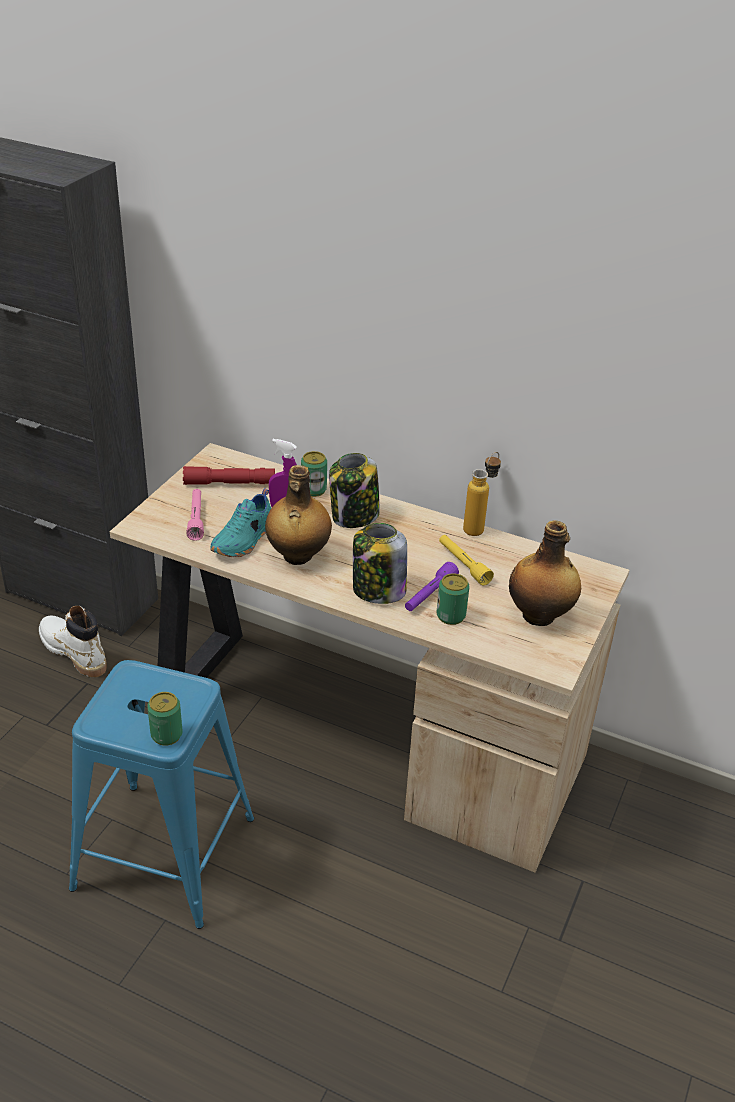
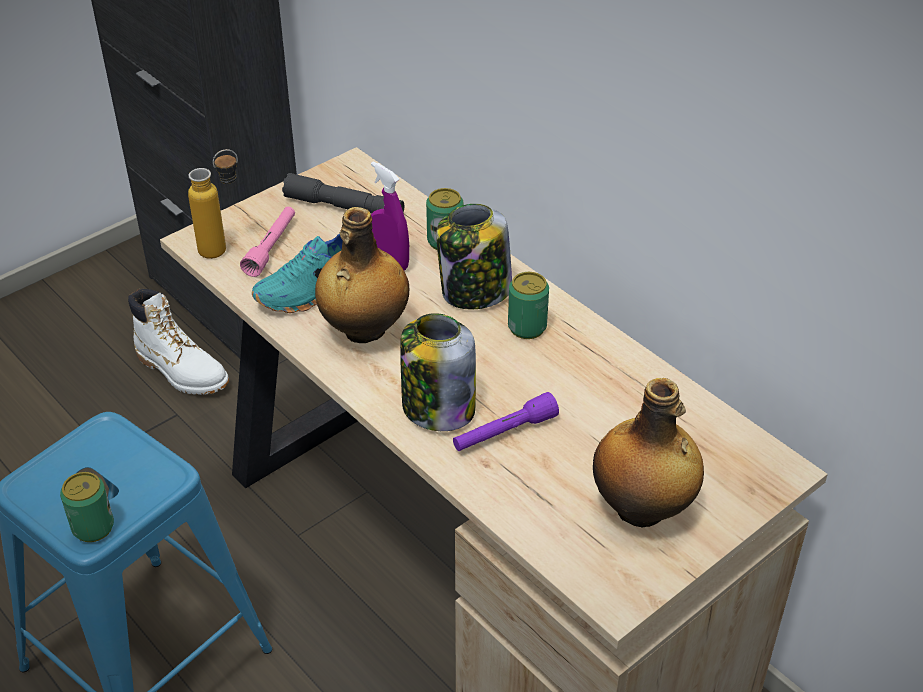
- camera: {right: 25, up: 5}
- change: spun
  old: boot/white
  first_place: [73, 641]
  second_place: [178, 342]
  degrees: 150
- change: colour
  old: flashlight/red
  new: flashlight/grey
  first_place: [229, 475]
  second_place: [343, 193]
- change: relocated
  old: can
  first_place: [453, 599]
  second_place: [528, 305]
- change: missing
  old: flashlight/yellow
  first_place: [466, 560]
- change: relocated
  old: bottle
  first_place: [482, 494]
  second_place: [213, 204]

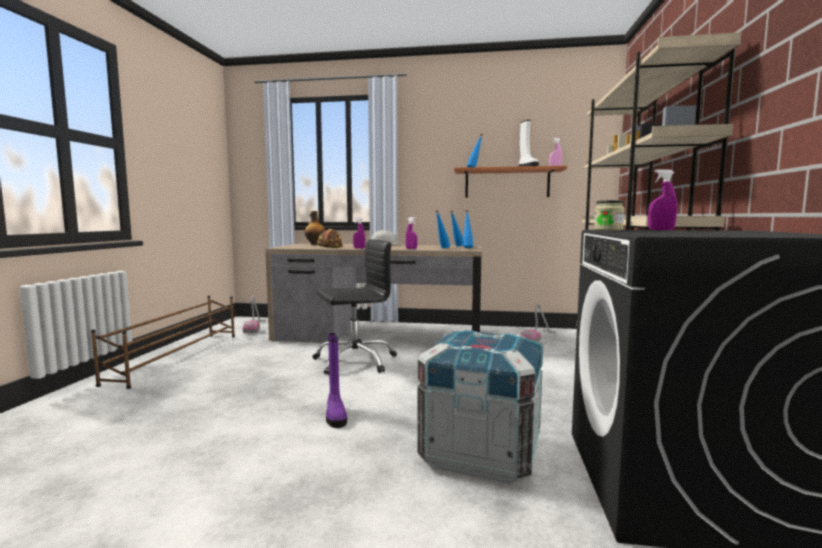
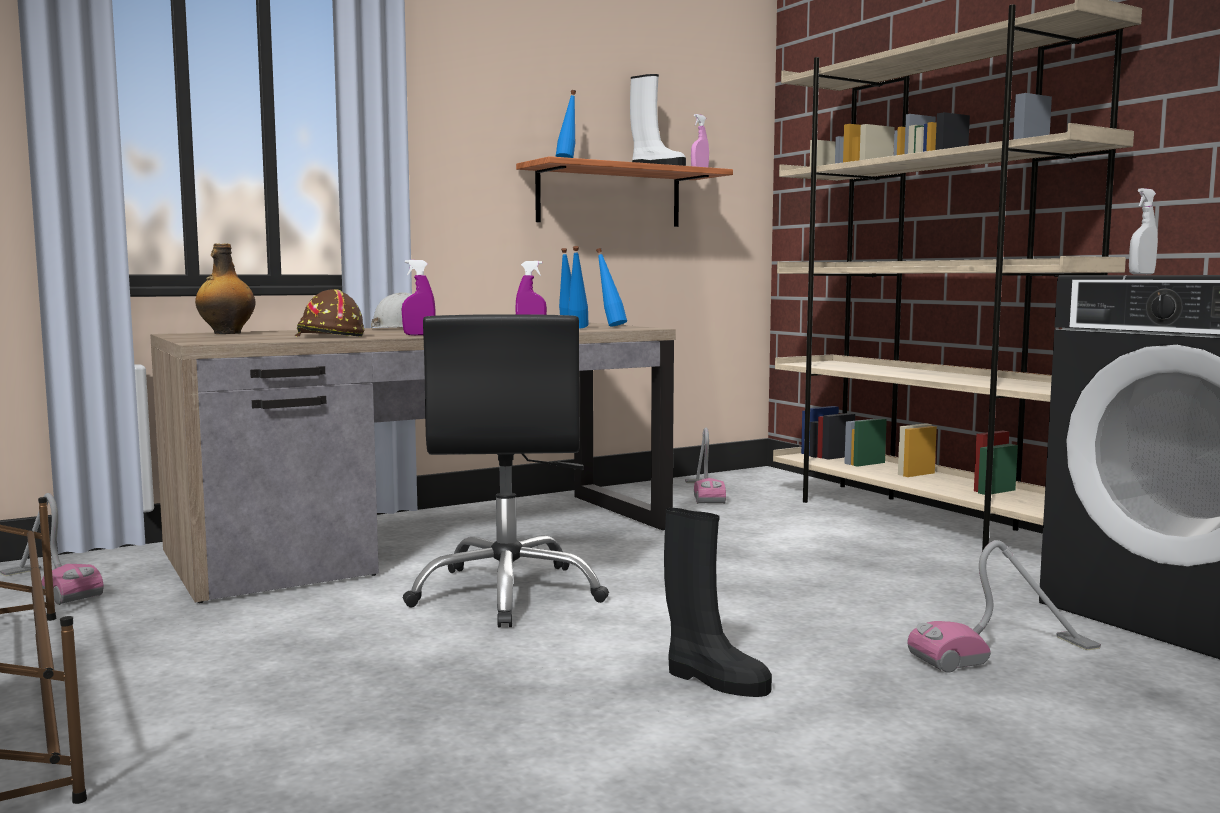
- camera: {right: -40, up: 0}
- change: spun
  old: office chair/black
  first_place: [354, 307]
  second_place: [506, 471]
  degrees: 150
- change: colour
  old: boot/purple
  new: boot/black
  first_place: [336, 380]
  second_place: [718, 602]
- change: exchanged
  old: crate
  new: vacuum cleaner
  first_place: [480, 406]
  second_place: [1004, 606]
- change: missing
  old: jar
  first_place: [609, 215]
- change: colour
  old: spray bottle/purple
  new: spray bottle/white
  first_place: [662, 199]
  second_place: [1143, 231]

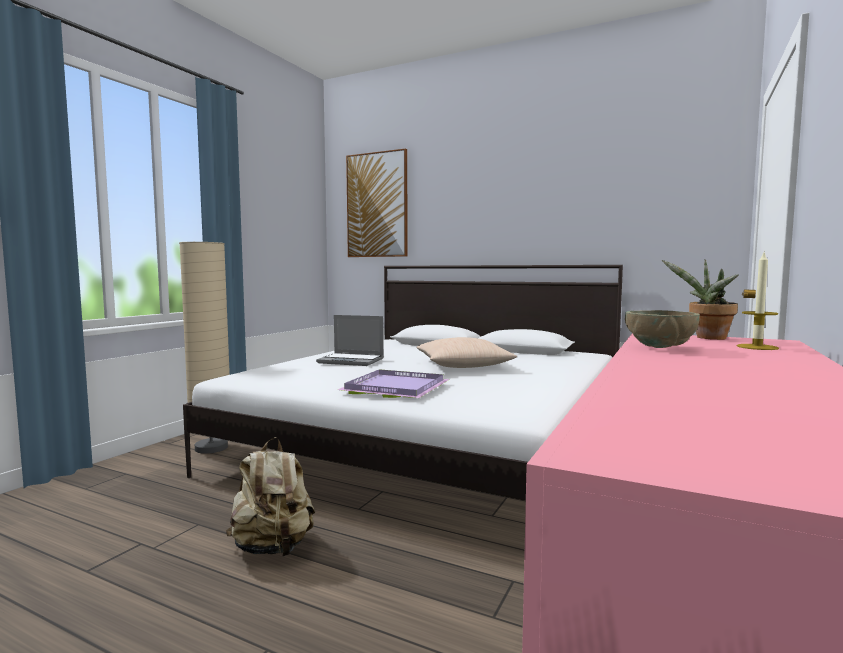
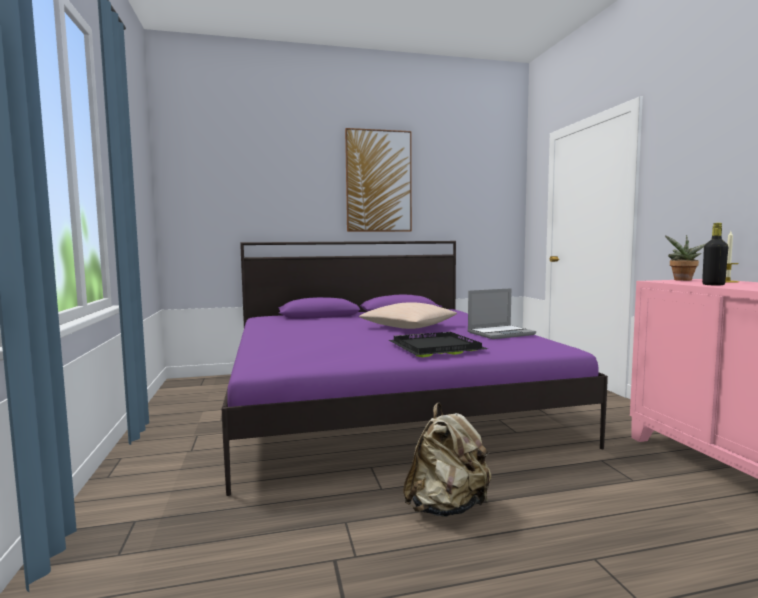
- camera: {right: -40, up: 0}
- change: missing
  old: floor lamp/beige
  first_place: [204, 348]
- change: colour
  old: bed/white
  new: bed/purple
  first_place: [403, 383]
  second_place: [414, 368]
- change: relocated
  old: laptop
  first_place: [350, 340]
  second_place: [501, 313]
- change: colour
  old: tray/purple
  new: tray/black
  first_place: [394, 383]
  second_place: [438, 344]
- change: relocated
  old: picture
  first_place: [377, 203]
  second_place: [378, 180]
- change: exchanged
  old: bowl/beige
  new: bottle/black
  first_place: [662, 329]
  second_place: [715, 254]

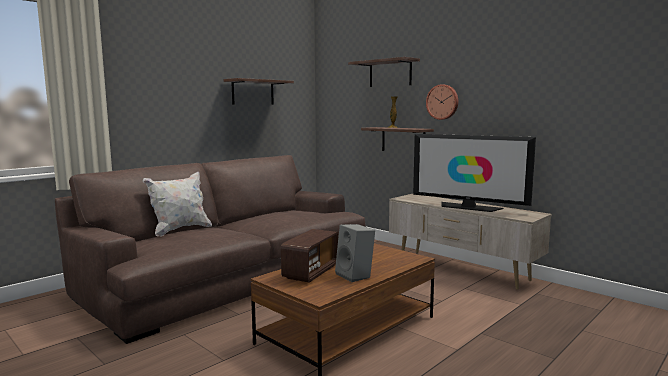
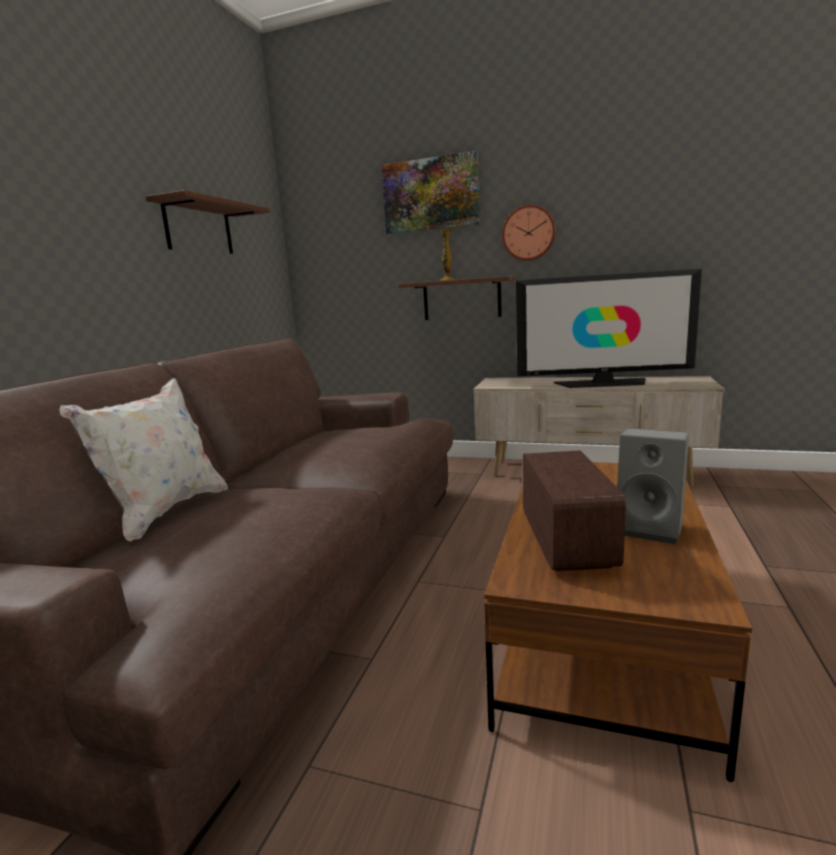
- camera: {right: -25, up: 5}
- change: exchanged
  old: shelf
  new: picture
  first_place: [384, 72]
  second_place: [430, 192]

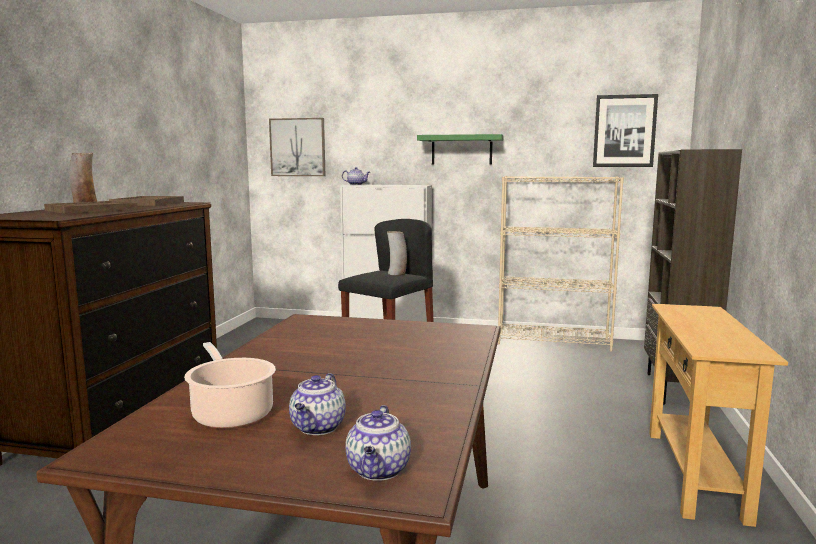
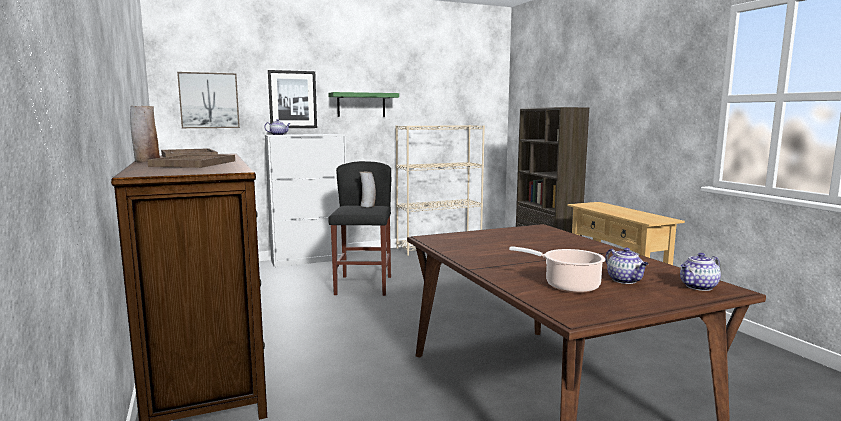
- camera: {right: -35, up: 0}
- change: spun
  old: teapot
  first_place: [378, 443]
  second_place: [700, 272]
  degrees: 90
- change: relocated
  old: picture
  first_place: [625, 130]
  second_place: [292, 99]

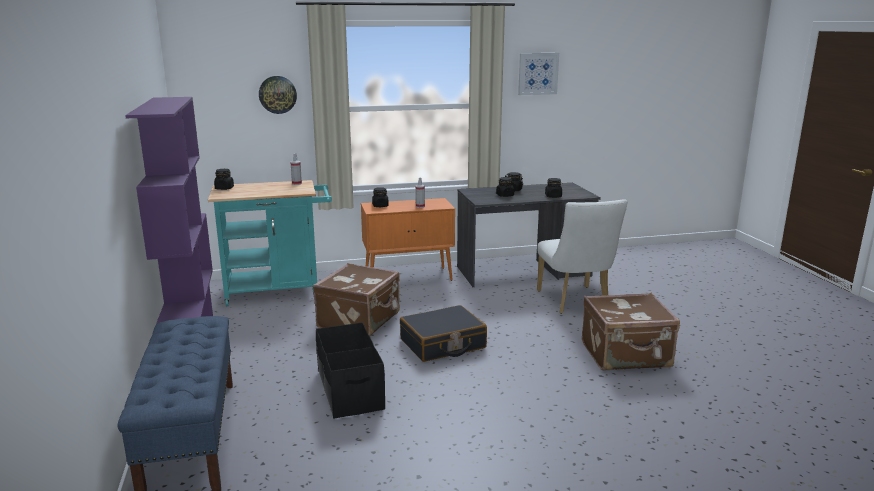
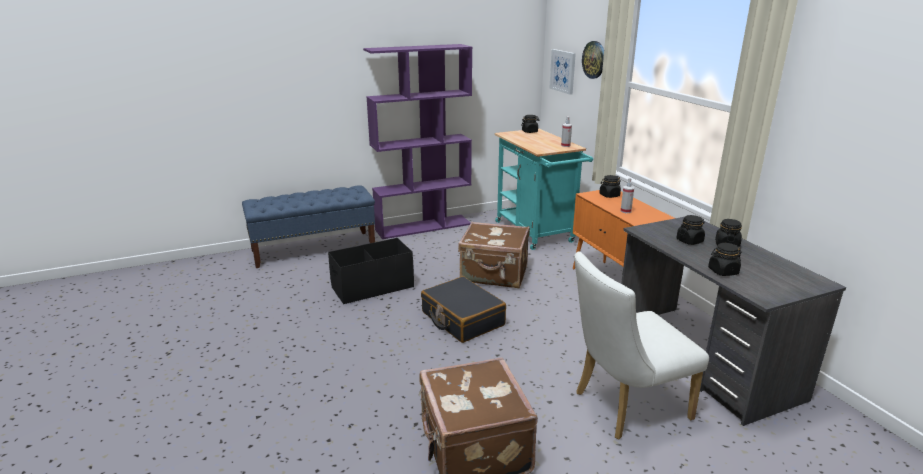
- camera: {right: 80, up: 5}
- change: relocated
  old: picture
  first_place: [538, 74]
  second_place: [562, 72]

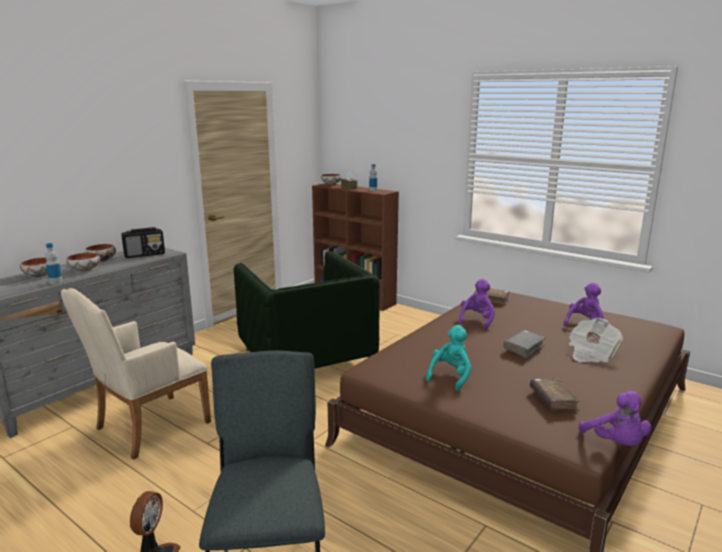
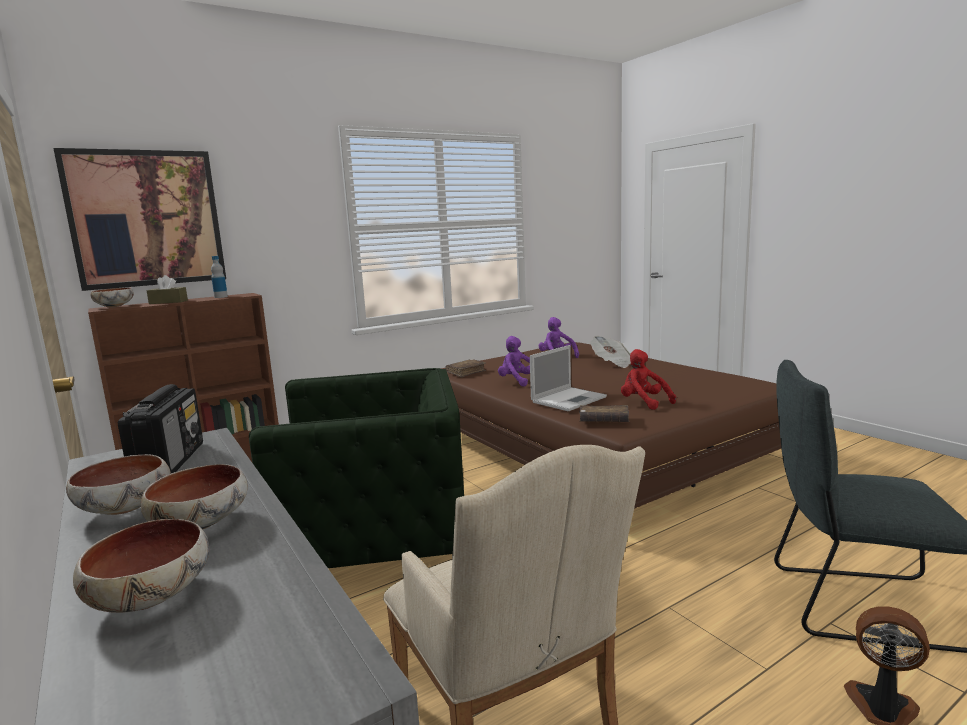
- camera: {right: -70, up: -5}
- change: missing
  old: bottle
  first_place: [54, 263]
- change: colour
  old: plush toy/turquoise
  new: plush toy/red
  first_place: [448, 358]
  second_place: [648, 379]
- change: missing
  old: book/grey
  first_place: [524, 344]
- change: relocated
  old: book/brown
  first_place: [555, 394]
  second_place: [604, 413]
- change: missing
  old: plush toy/purple
  first_place: [615, 418]
- change: appeared
  new: picture
  second_place: [139, 219]
- change: appeared
  new: laptop
  second_place: [568, 378]

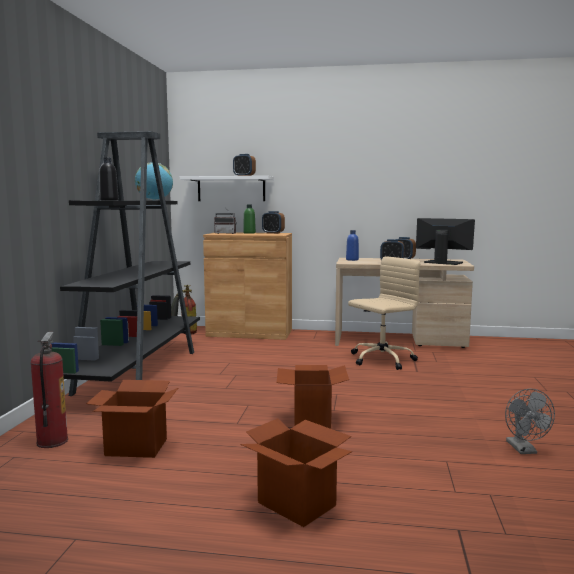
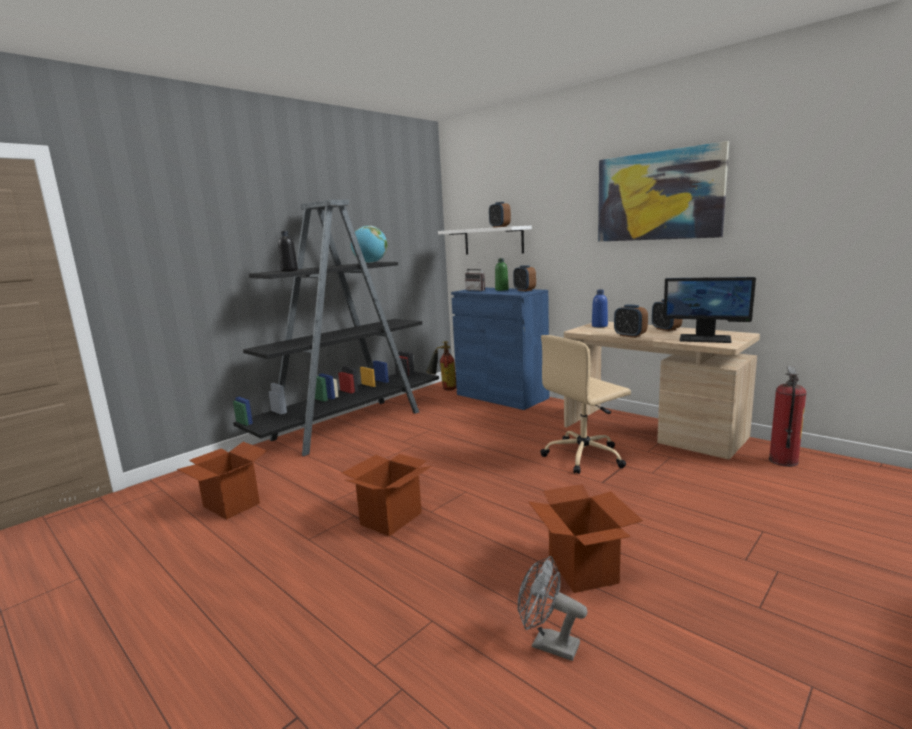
- camera: {right: 35, up: 5}
- change: relocated
  old: fire extinguisher
  first_place: [49, 390]
  second_place: [787, 416]
- change: colour
  old: cabinet/brown
  new: cabinet/blue
  first_place: [247, 286]
  second_place: [500, 349]
- change: relocated
  old: cardboard box
  first_place: [296, 472]
  second_place: [585, 538]
- change: spun
  old: office chair/beige
  first_place: [384, 313]
  second_place: [585, 404]
  degrees: 150
- change: spun
  old: monitor
  first_place: [445, 241]
  second_place: [709, 310]
  degrees: 135
- change: spun
  old: fan/grey
  first_place: [530, 421]
  second_place: [552, 608]
  degrees: 90
- change: appeared
  new: picture
  second_place: [663, 191]

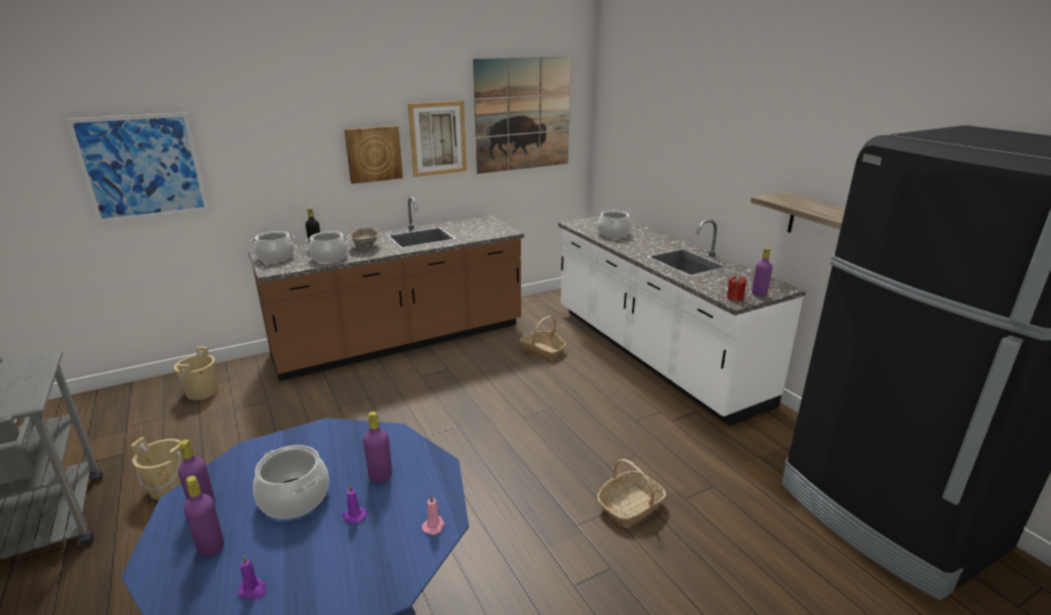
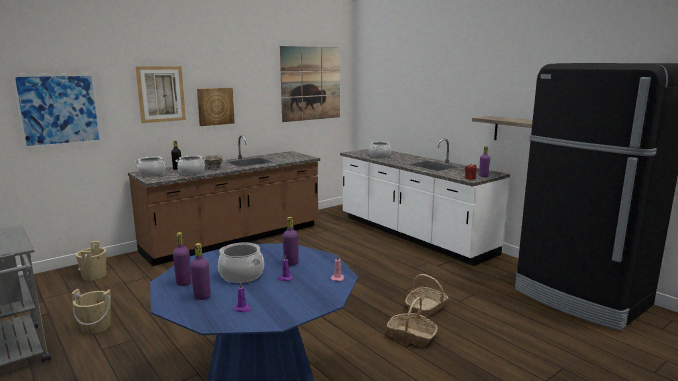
- camera: {right: -10, up: -10}
- change: relocated
  old: picture
  first_place: [437, 139]
  second_place: [161, 94]
- change: relocated
  old: basket
  first_place: [543, 338]
  second_place: [412, 322]

